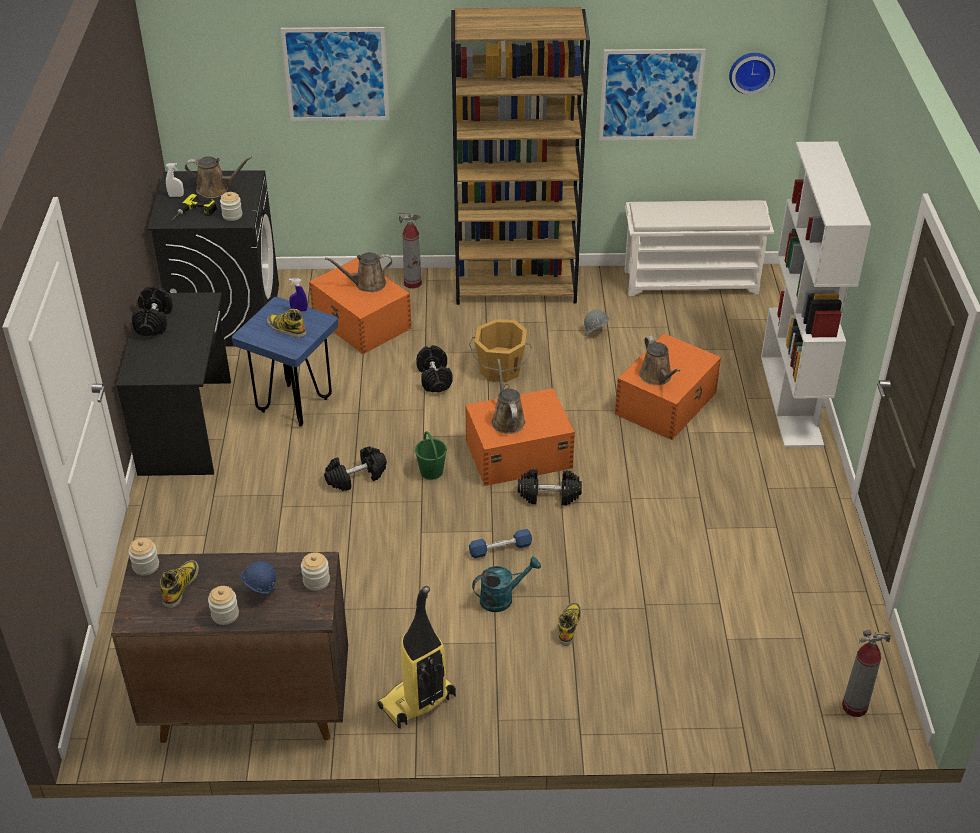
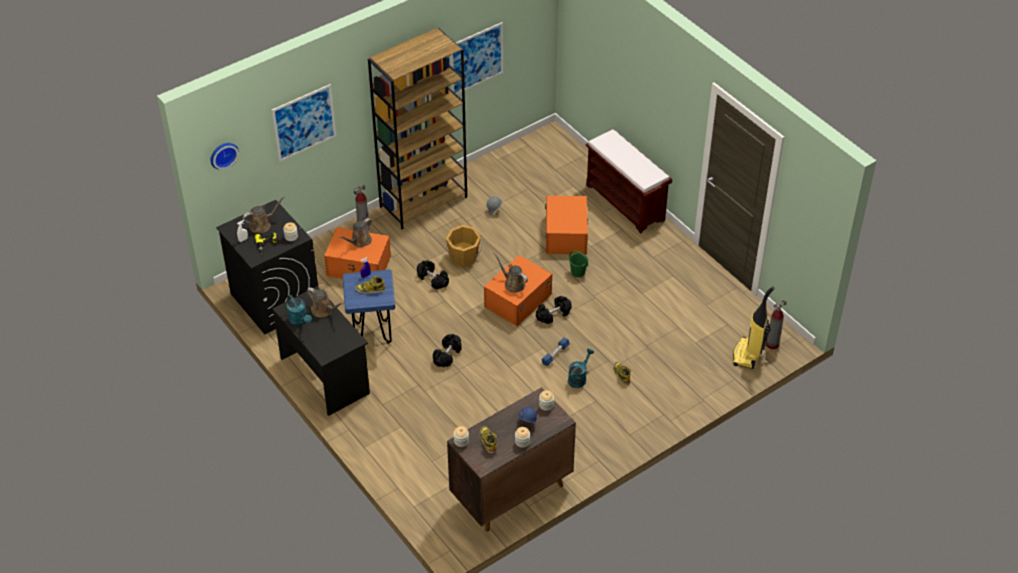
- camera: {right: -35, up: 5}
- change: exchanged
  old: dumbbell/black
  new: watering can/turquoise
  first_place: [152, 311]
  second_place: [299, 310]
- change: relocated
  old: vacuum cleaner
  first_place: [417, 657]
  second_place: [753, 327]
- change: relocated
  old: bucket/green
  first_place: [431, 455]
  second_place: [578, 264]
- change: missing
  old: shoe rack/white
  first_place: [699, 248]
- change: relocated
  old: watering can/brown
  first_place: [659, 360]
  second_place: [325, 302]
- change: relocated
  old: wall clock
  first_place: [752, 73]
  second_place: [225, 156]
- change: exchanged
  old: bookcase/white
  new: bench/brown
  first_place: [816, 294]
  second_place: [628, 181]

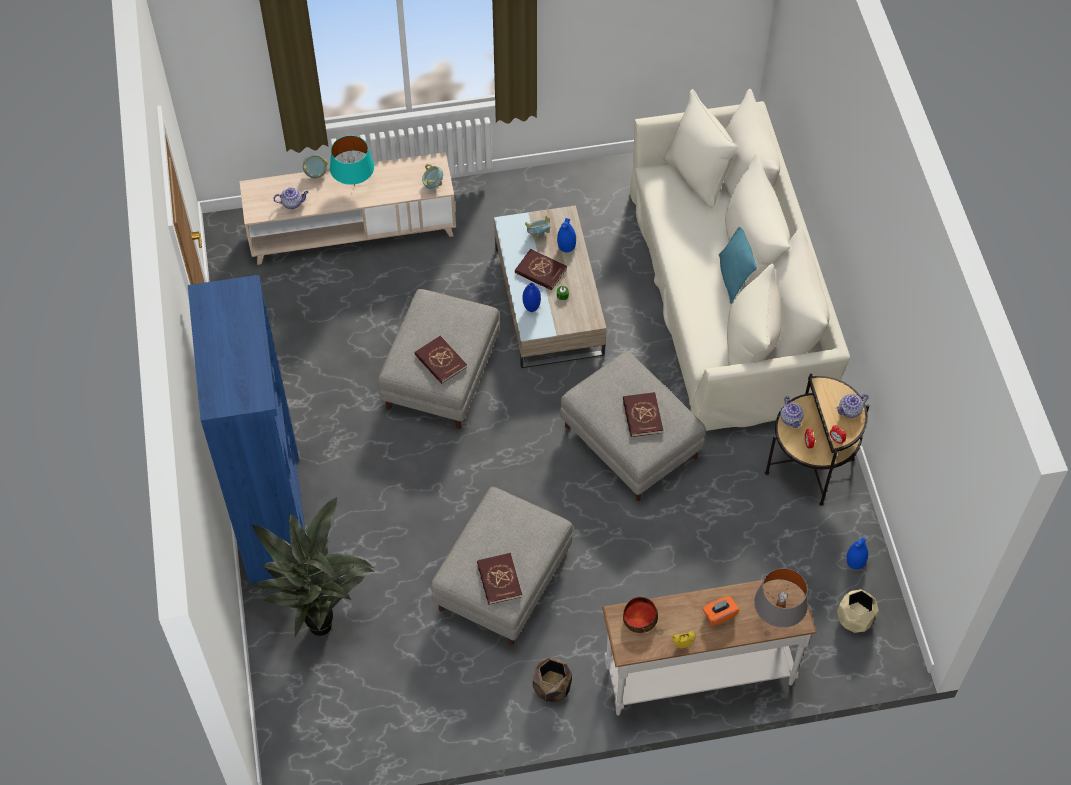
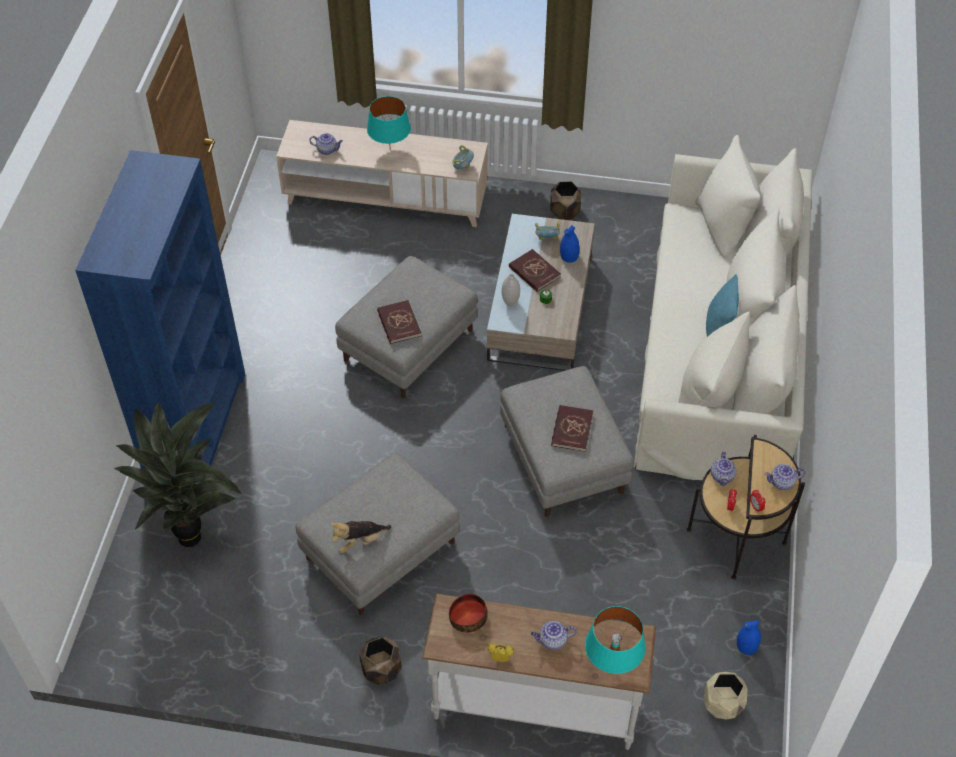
- camera: {right: 20, up: -5}
- change: missing
  old: bowl
  first_place: [315, 166]
- change: exchanged
  old: book/red
  new: plush toy
  first_place: [499, 579]
  second_place: [361, 537]
- change: colour
  old: vase/blue
  new: vase/white
  first_place: [532, 297]
  second_place: [511, 290]
- change: exchanged
  old: tissue box/orange
  new: teapot
  first_place: [720, 611]
  second_place: [554, 635]
- change: colour
  old: table lamp/grey
  new: table lamp/turquoise
  first_place: [781, 598]
  second_place: [615, 640]
- change: appeared
  new: planter/brown
  second_place: [565, 201]

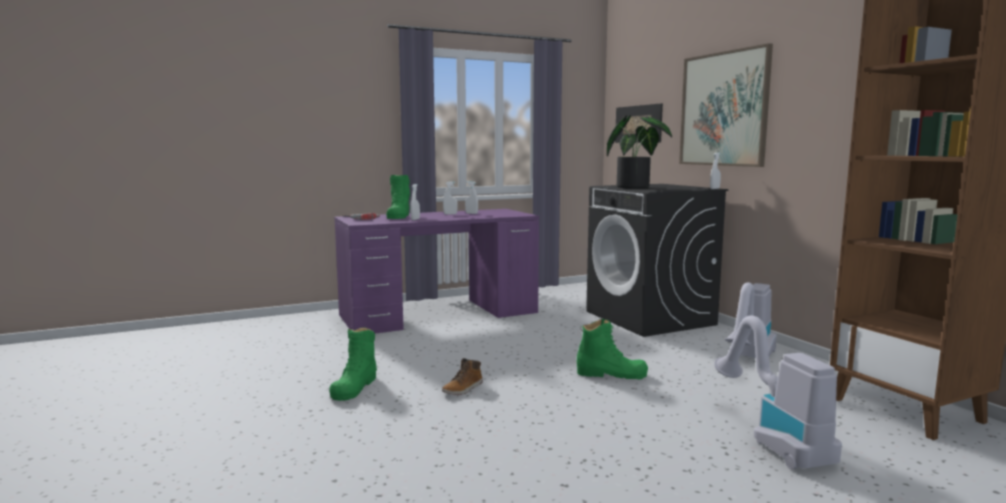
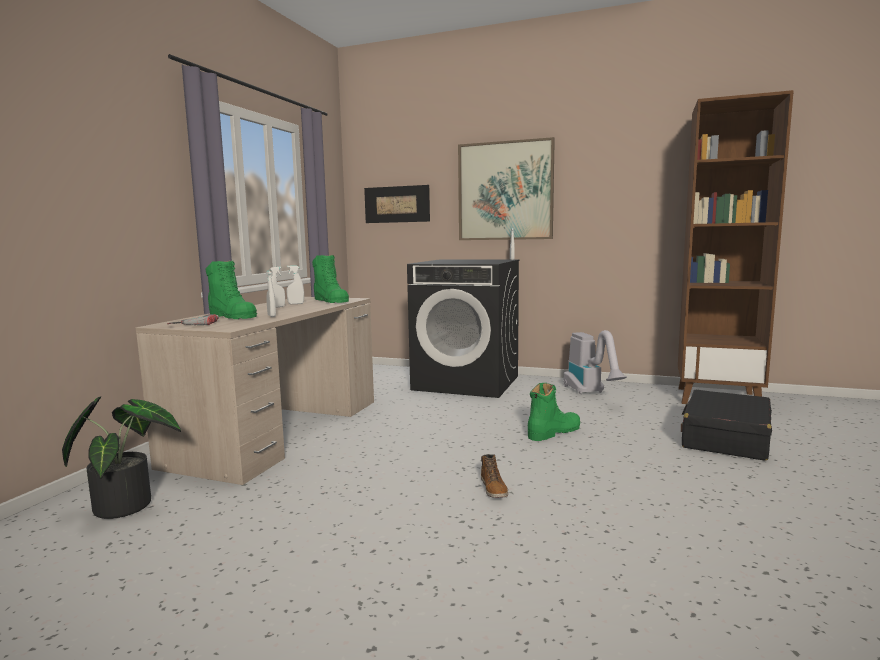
- camera: {right: -45, up: 0}
- change: relocated
  old: boot/green
  first_place: [353, 364]
  second_place: [330, 279]
- change: colour
  old: desk/purple
  new: desk/beige
  first_place: [436, 271]
  second_place: [255, 391]
- change: relocated
  old: potted plant
  first_place: [639, 151]
  second_place: [121, 457]
- change: exchanged
  old: vacuum cleaner
  new: suitcase/black
  first_place: [778, 393]
  second_place: [726, 425]

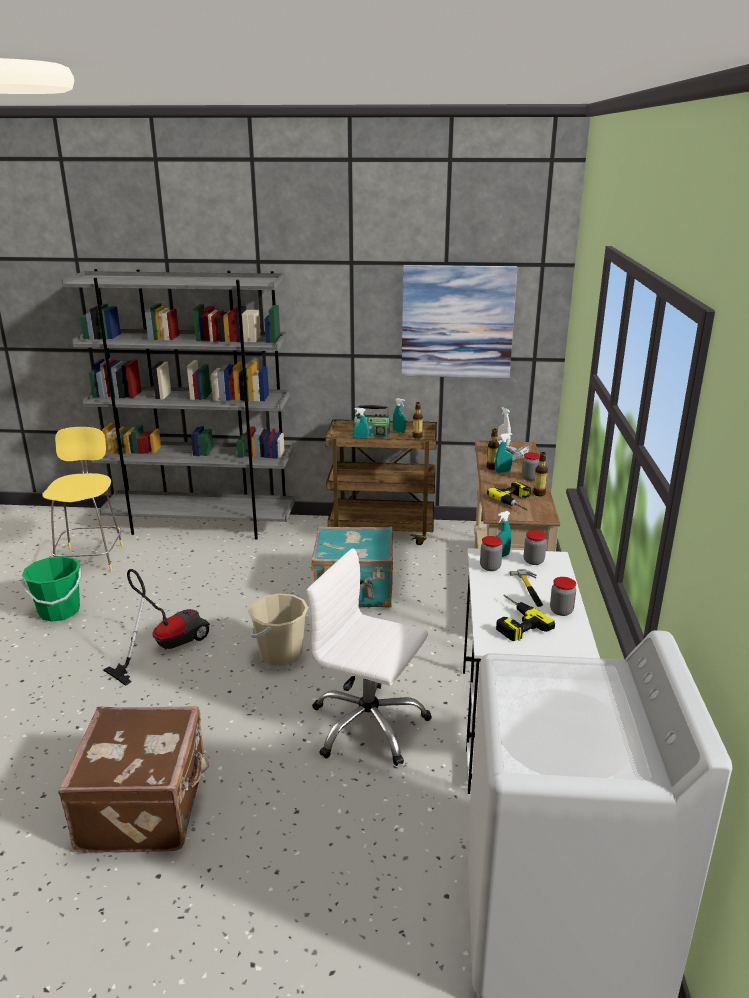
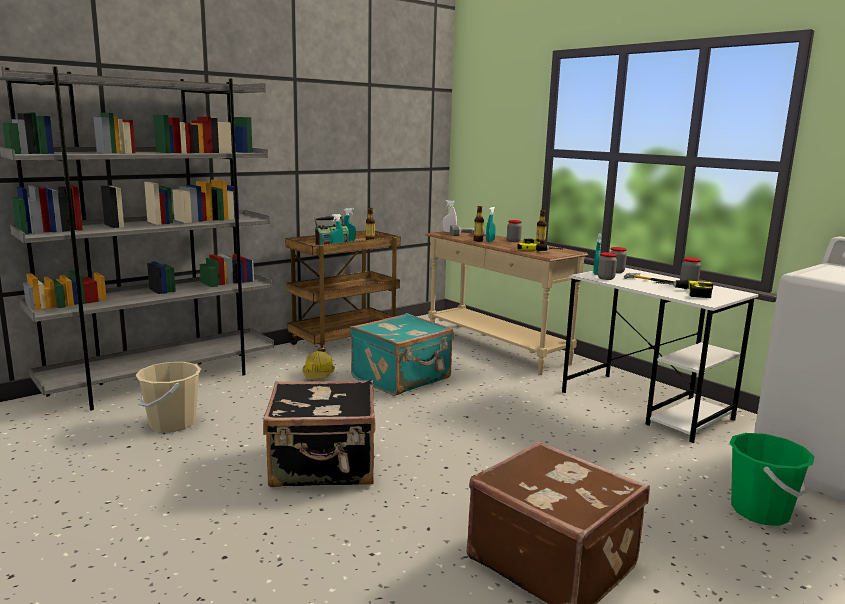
- camera: {right: -45, up: -10}
- change: relocated
  old: bucket/green
  first_place: [51, 589]
  second_place: [772, 479]
- change: missing
  old: stool/yellow
  first_place: [83, 499]
- change: exchanged
  old: vacuum cleaner
  new: suitcase/black
  first_place: [156, 627]
  second_place: [319, 433]
- change: relocated
  old: bucket/beige
  first_place: [278, 629]
  second_place: [168, 397]
- change: missing
  old: office chair/white
  first_place: [369, 657]
- change: missing
  old: picture
  first_place: [459, 321]
- change: appeared
  new: hard hat
  second_place: [319, 365]

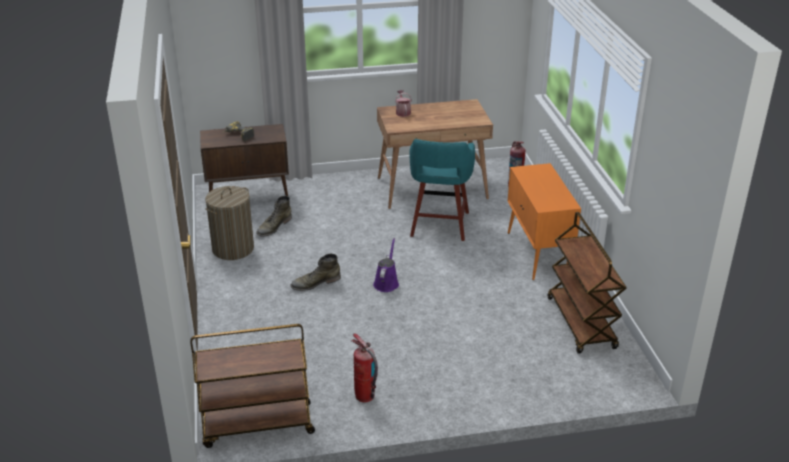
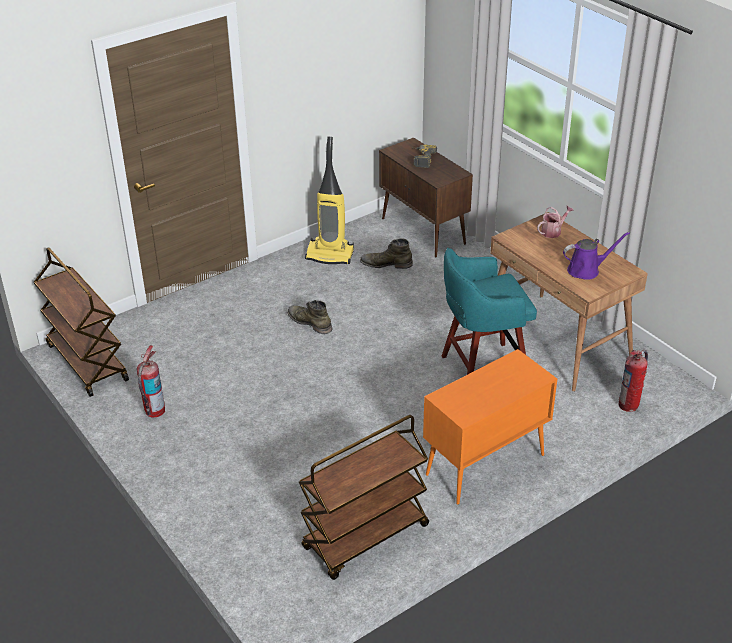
- camera: {right: 65, up: 5}
- change: exchanged
  old: laundry basket
  new: vacuum cleaner
  first_place: [229, 223]
  second_place: [329, 200]
- change: relocated
  old: watering can/purple
  first_place: [386, 265]
  second_place: [596, 256]

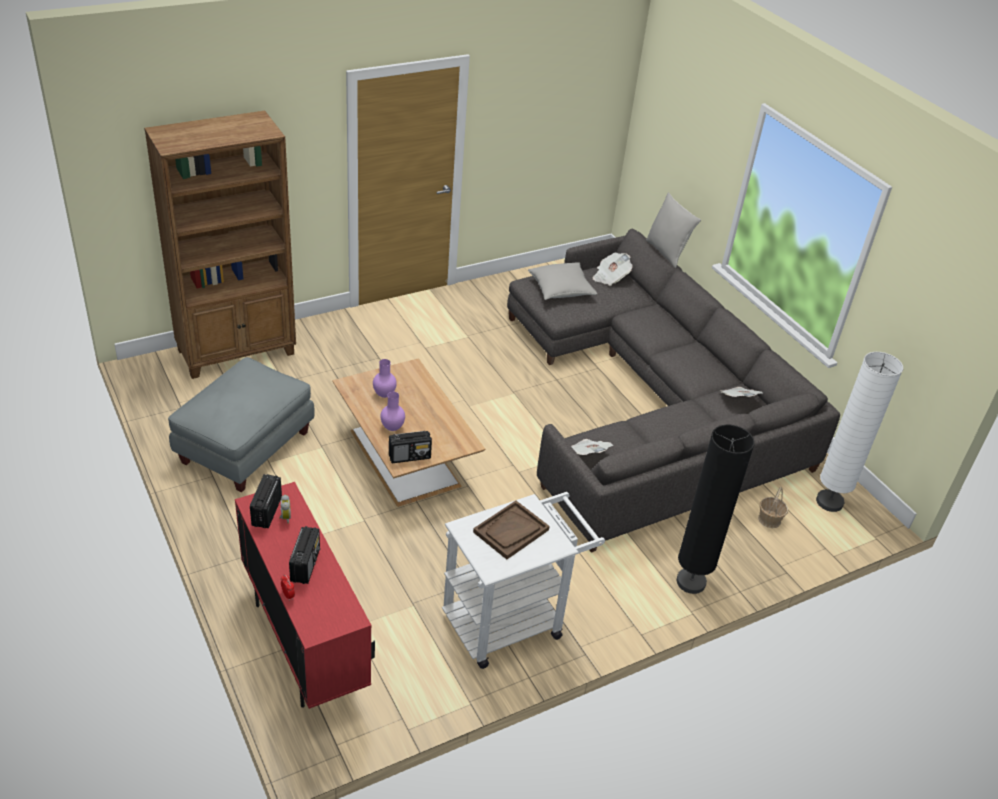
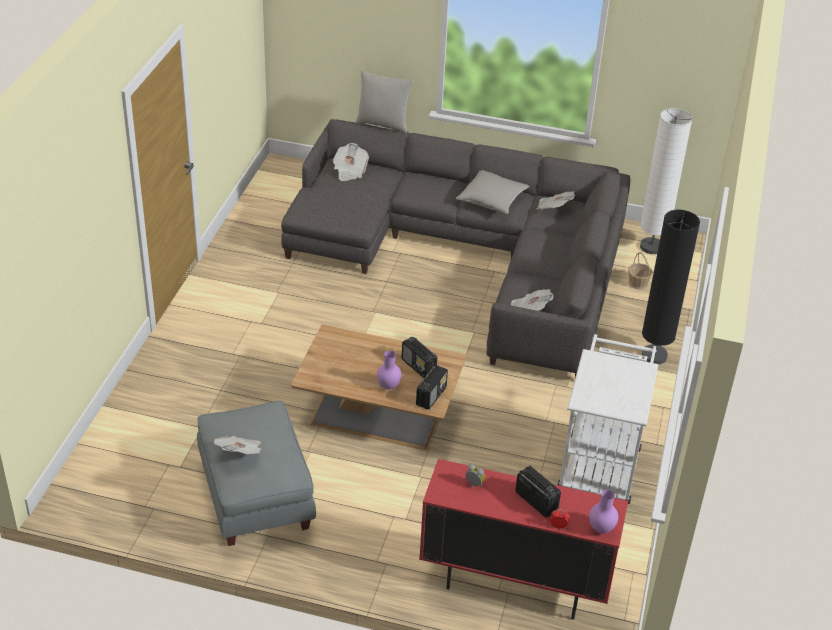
- camera: {right: -45, up: 0}
- change: missing
  old: bookcase/brown
  first_place: [220, 245]
- change: relocated
  old: radio
  first_place: [266, 501]
  second_place: [419, 357]
- change: relocated
  old: vase/purple
  first_place: [385, 378]
  second_place: [603, 511]
- change: missing
  old: tray/brown
  first_place: [511, 530]
- change: relocated
  old: pillow/grey
  first_place: [562, 281]
  second_place: [493, 192]
- change: appeared
  new: newspaper
  second_place: [238, 445]

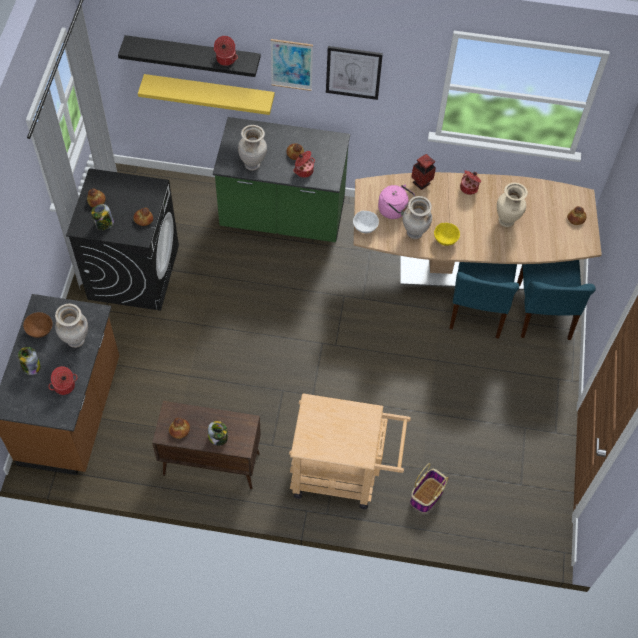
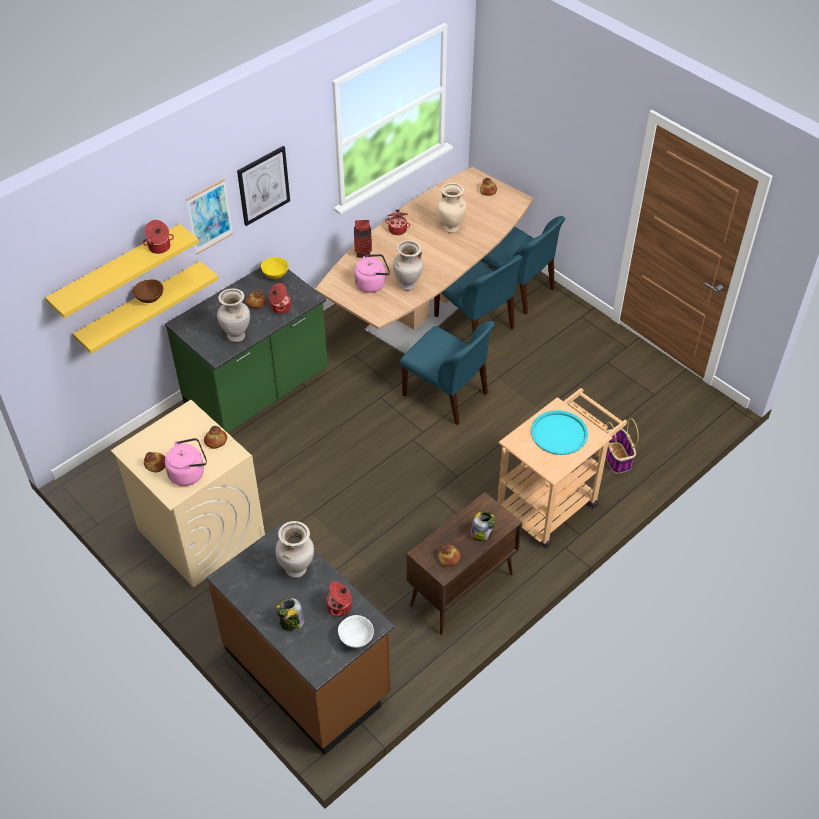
- camera: {right: -50, up: -10}
- change: relocated
  old: bowl/brown
  first_place: [38, 325]
  second_place: [148, 291]
- change: colour
  old: washing machine/black
  new: washing machine/beige
  first_place: [122, 239]
  second_place: [188, 494]
- change: exchanged
  old: jar
  new: kettle/pink
  first_place: [102, 217]
  second_place: [186, 462]
- change: colour
  old: shelf/black
  new: shelf/yellow
  first_place: [189, 56]
  second_place: [122, 271]
- change: relocated
  old: bowl/white
  first_place: [366, 222]
  second_place: [356, 631]
- change: relocated
  old: bowl/yellow
  first_place: [447, 234]
  second_place: [275, 268]
- change: appeared
  new: chair/blue
  second_place: [447, 373]
- change: appeared
  new: tray/turquoise
  second_place: [559, 432]

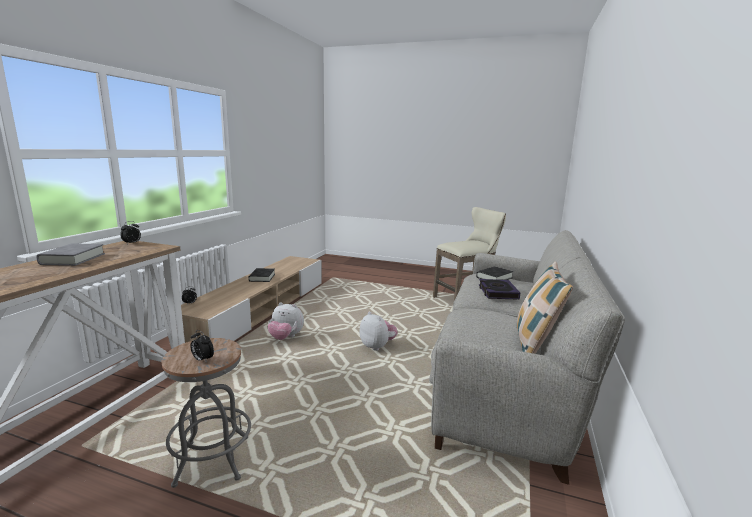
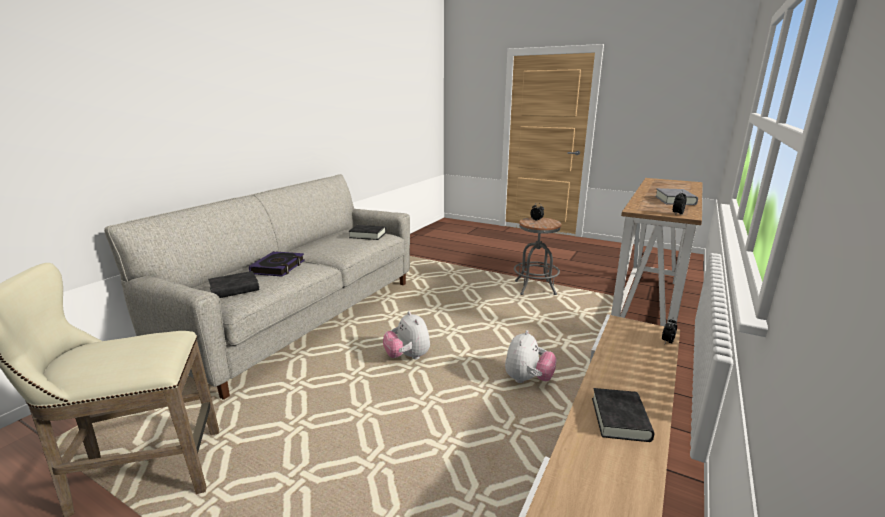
- camera: {right: -170, up: 5}
- change: spun
  old: plush toy
  first_place: [285, 321]
  second_place: [531, 356]
  degrees: 90
- change: missing
  old: pillow
  first_place: [545, 307]
- change: appeared
  new: book/black
  second_place: [367, 232]

